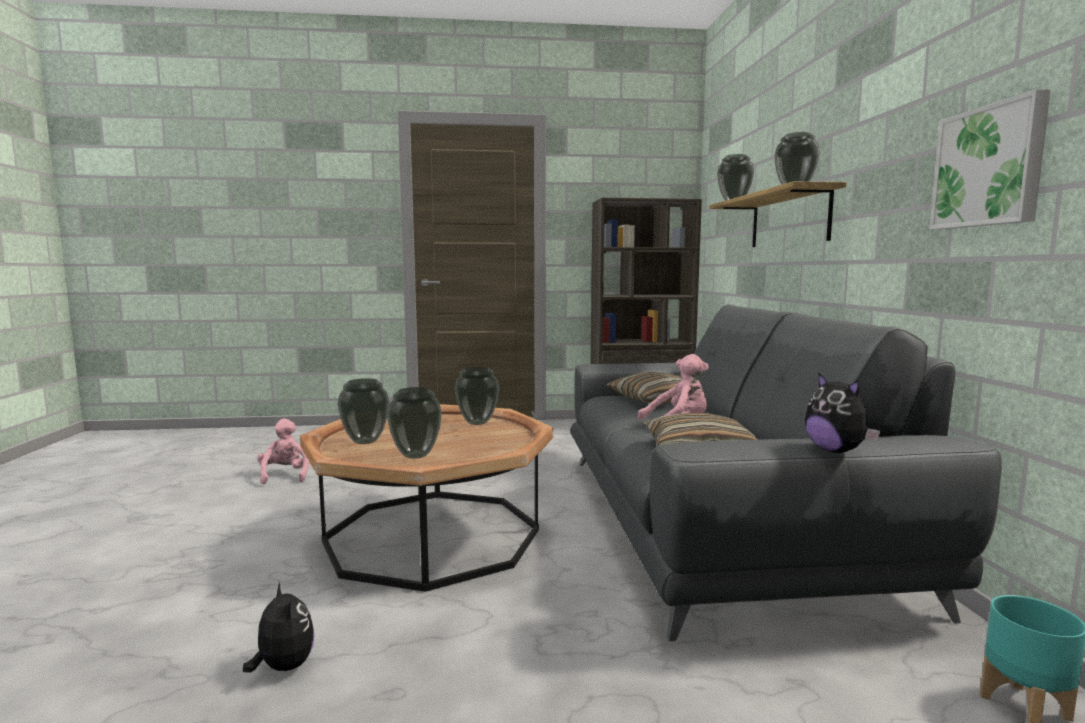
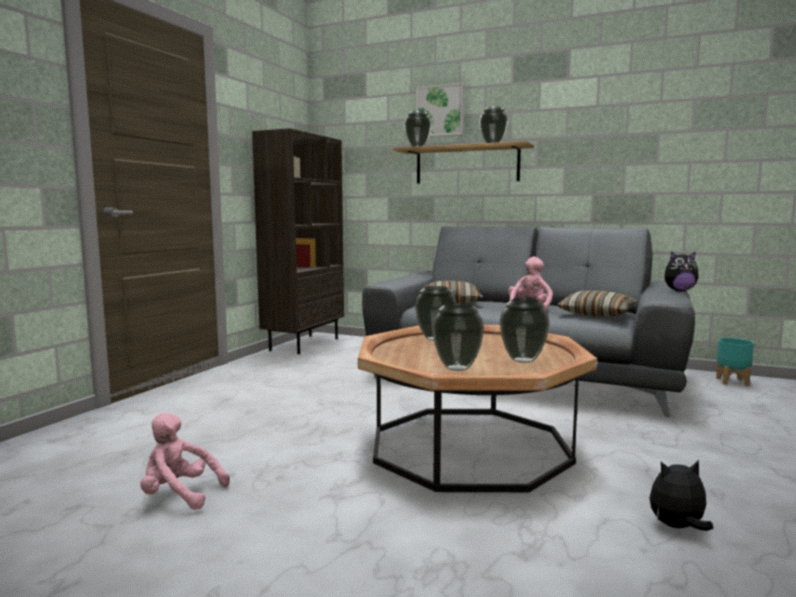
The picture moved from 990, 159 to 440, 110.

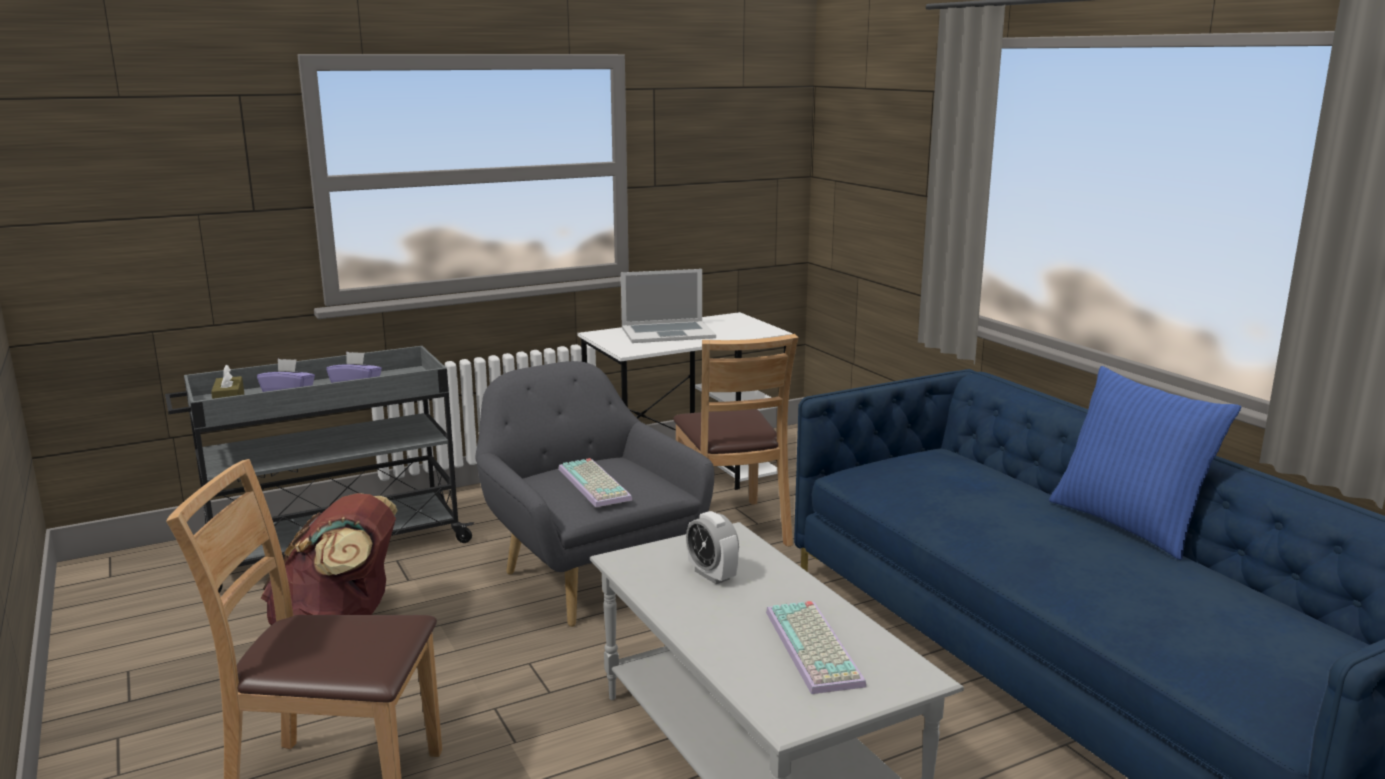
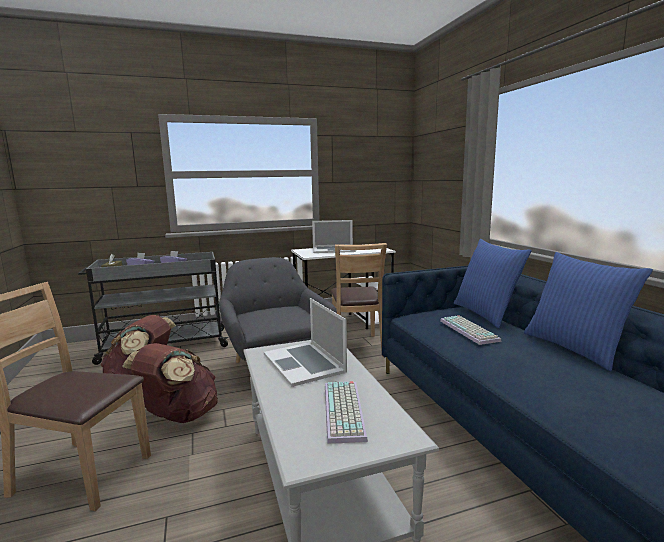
The keyboard moved from 595, 482 to 471, 330. The alarm clock at 712, 547 was replaced by the laptop at 305, 342. The brown backpack at 170, 383 appeared. The blue pillow at 493, 283 appeared.

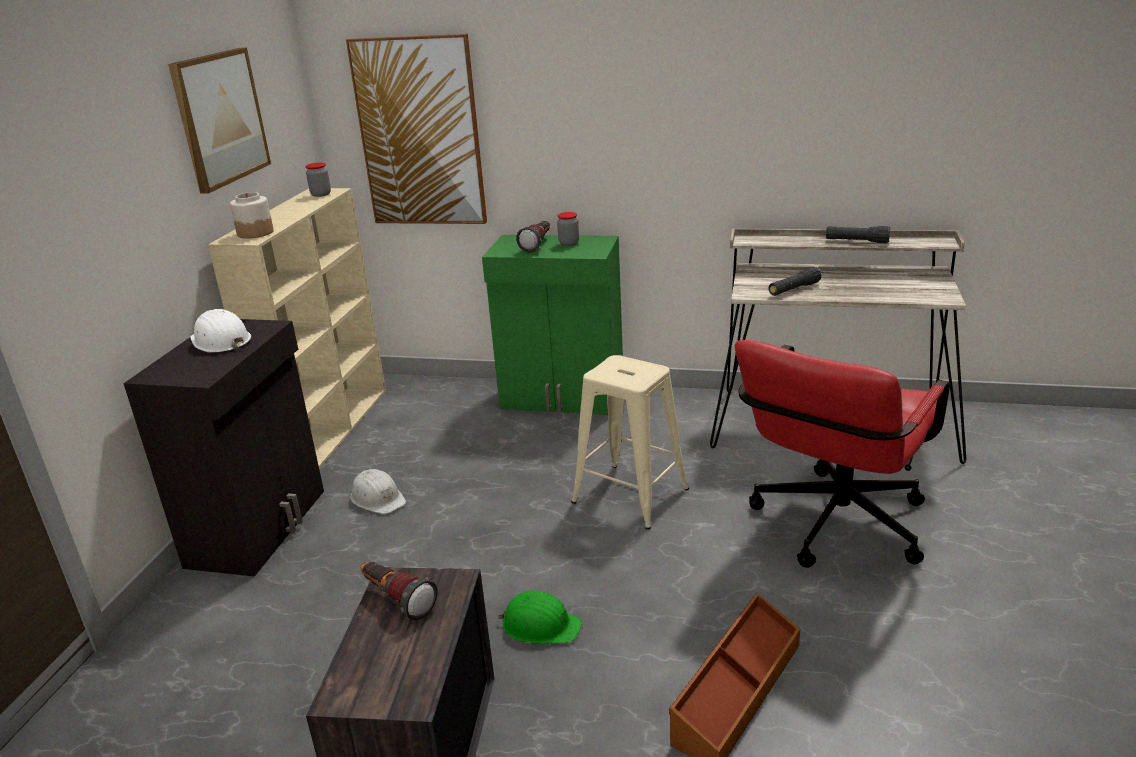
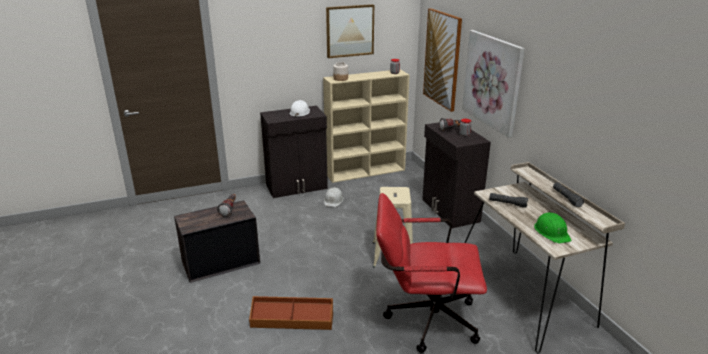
The green cabinet at 552, 325 became the black cabinet at 456, 174. The green hard hat moved from 540, 617 to 553, 227. The picture at 493, 84 appeared.

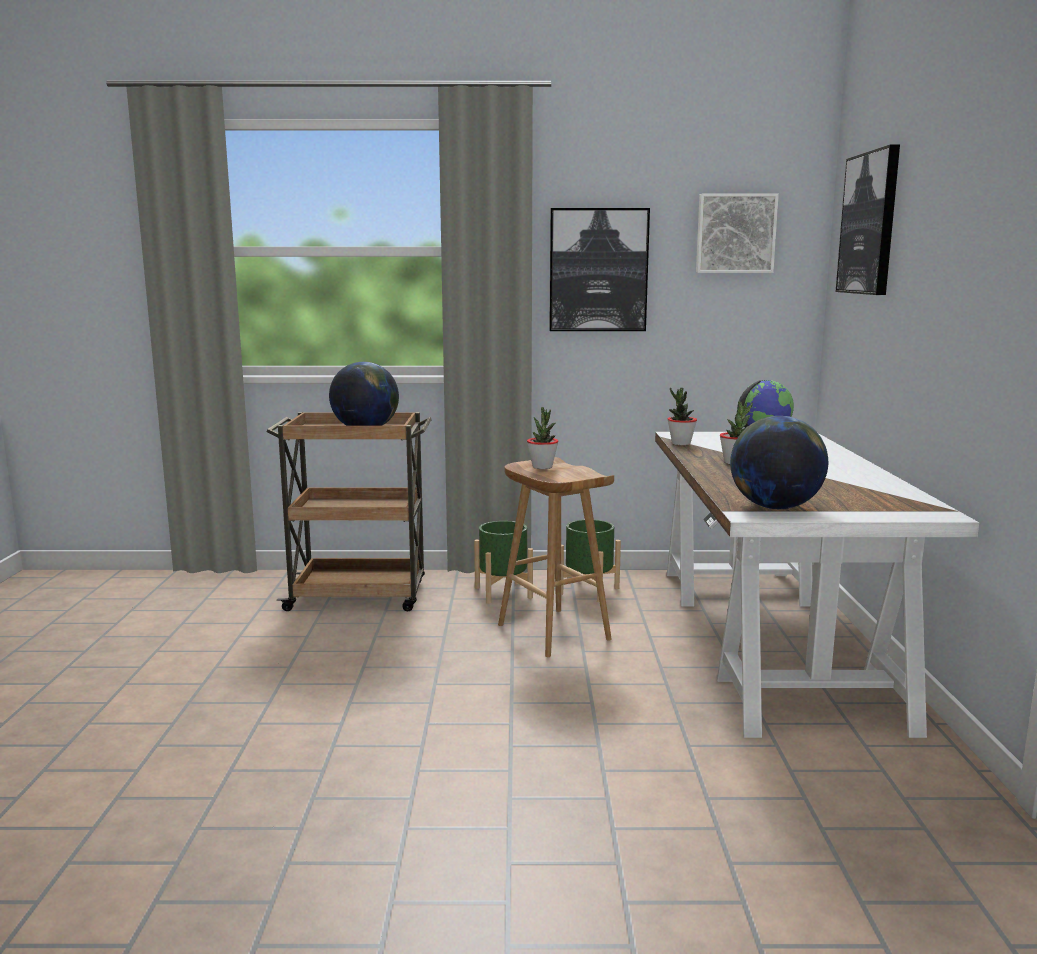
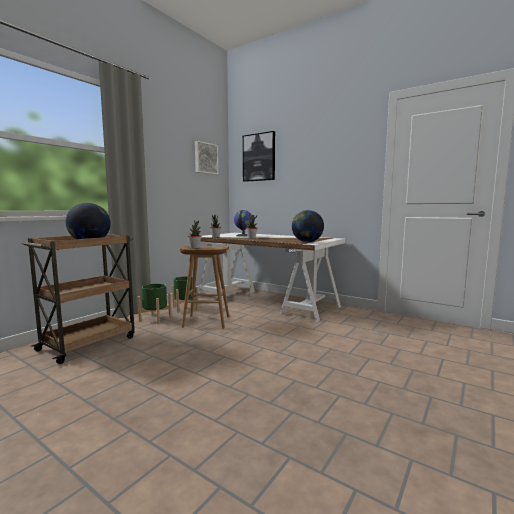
The picture at 599, 269 disappeared.

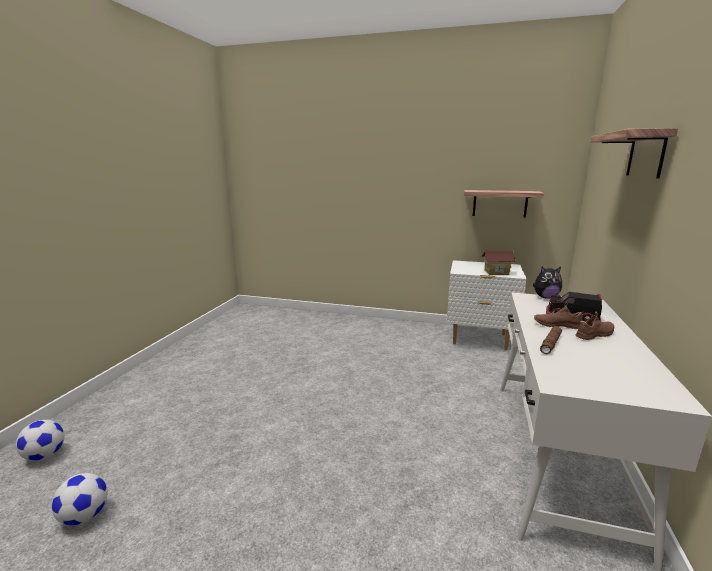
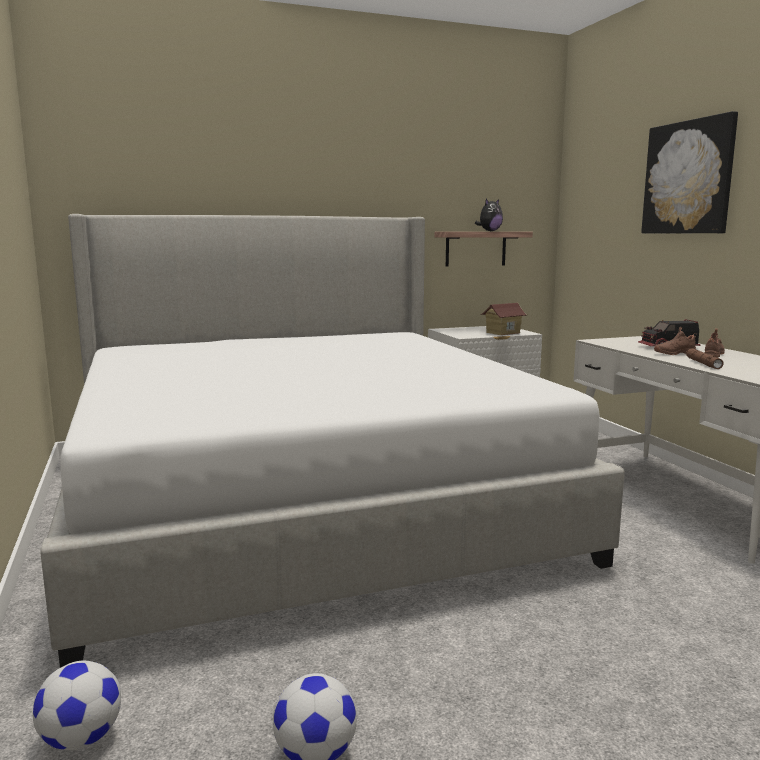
The plush toy moved from 547, 283 to 489, 215. The shelf at 634, 153 was replaced by the picture at 689, 172. The bed at 332, 441 appeared.

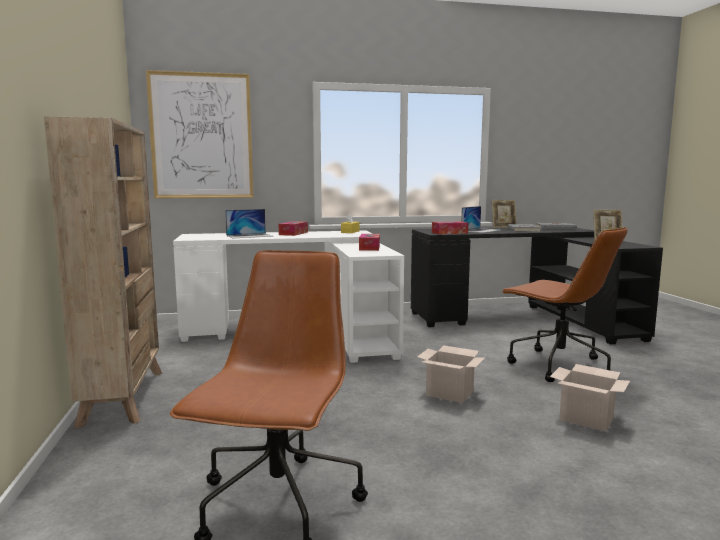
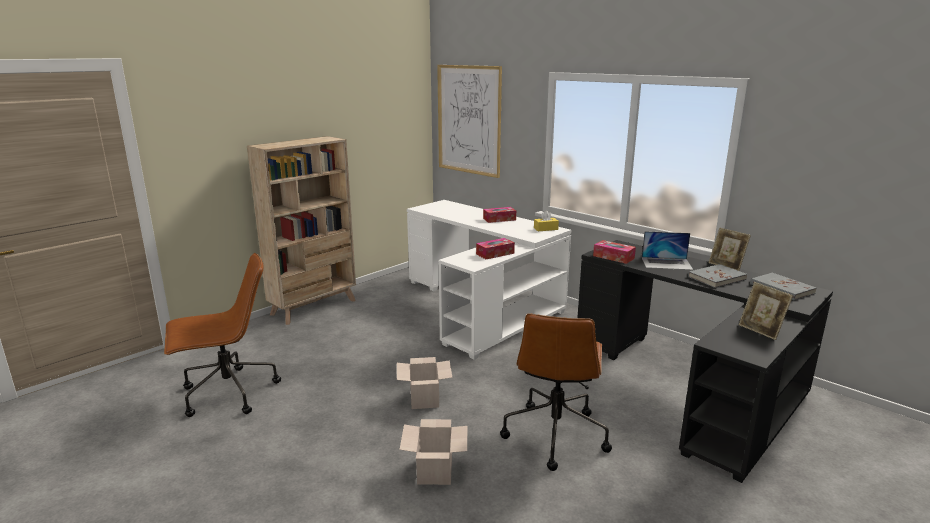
The laptop at 249, 223 disappeared.

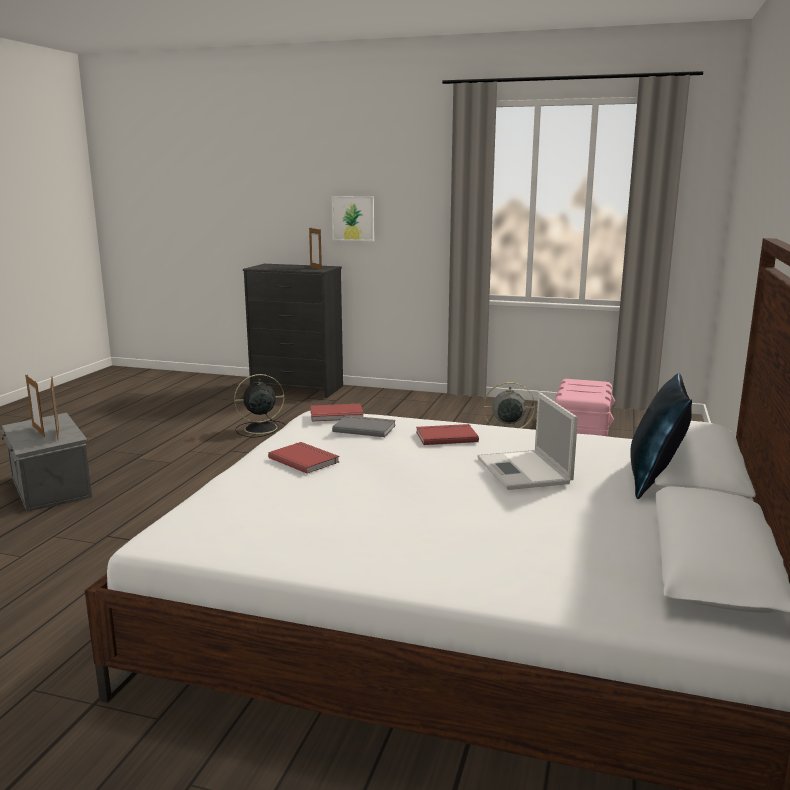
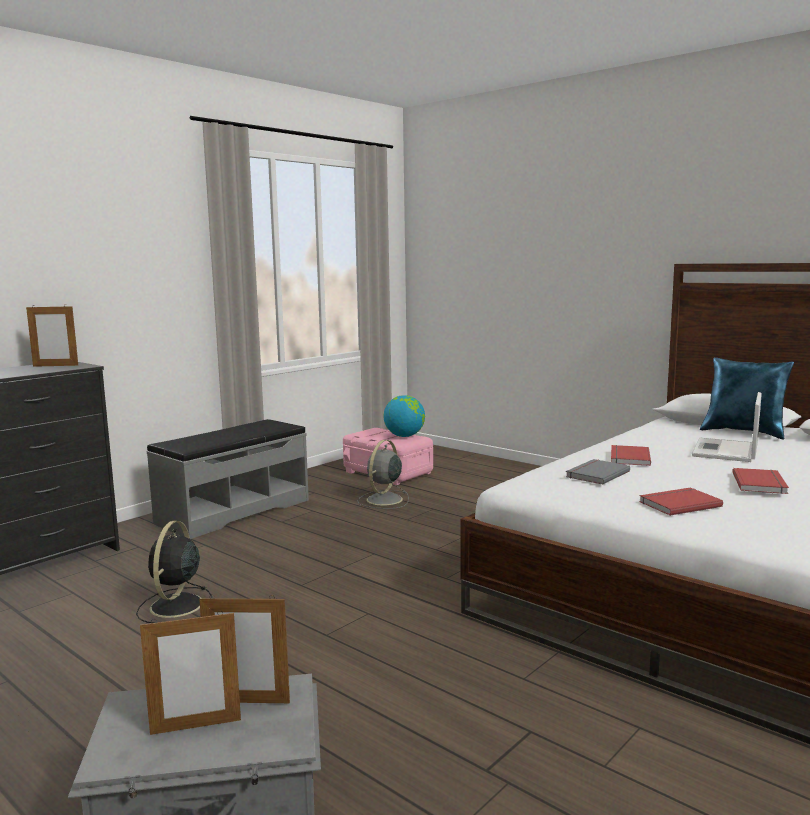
The red book moved from 337, 412 to 760, 481. The picture at 353, 218 disappeared. The laptop at 527, 441 turned 105 degrees clockwise. The grey bench at 228, 479 appeared. The globe at 404, 416 appeared.

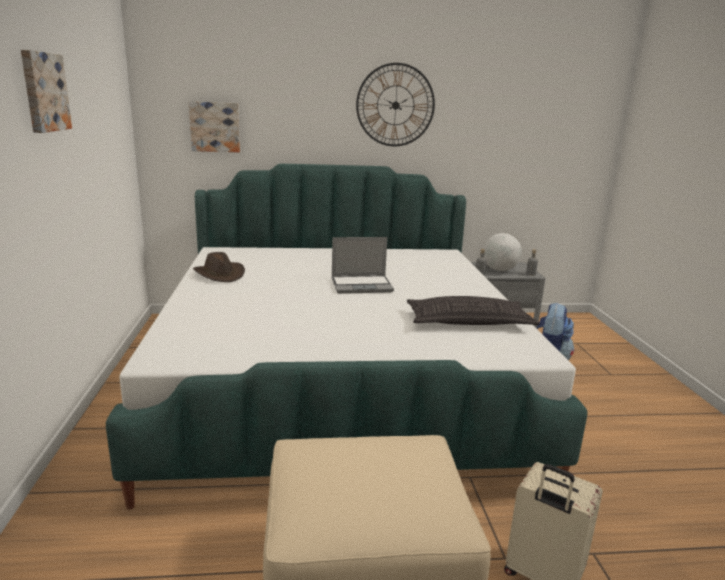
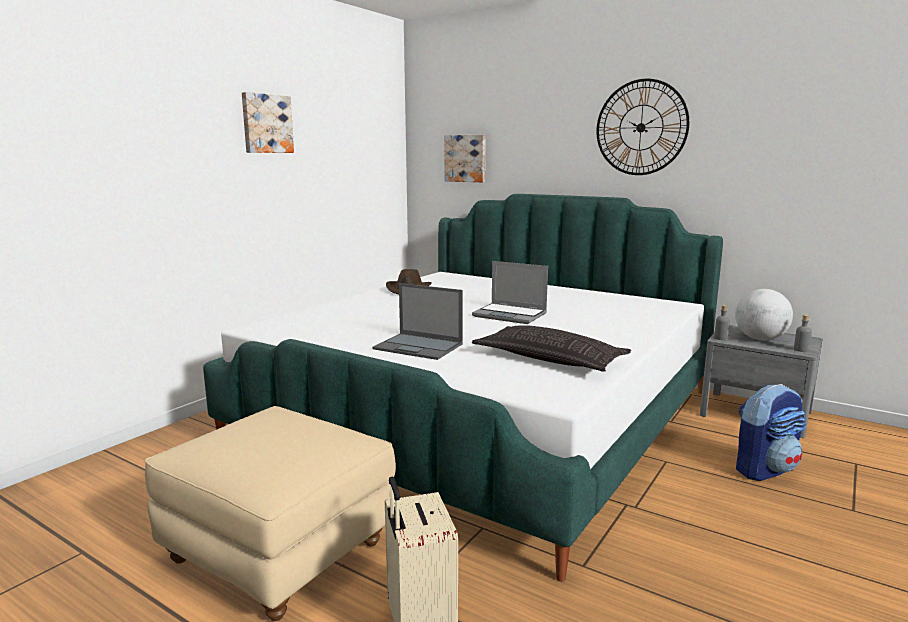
The laptop at 417, 321 appeared.

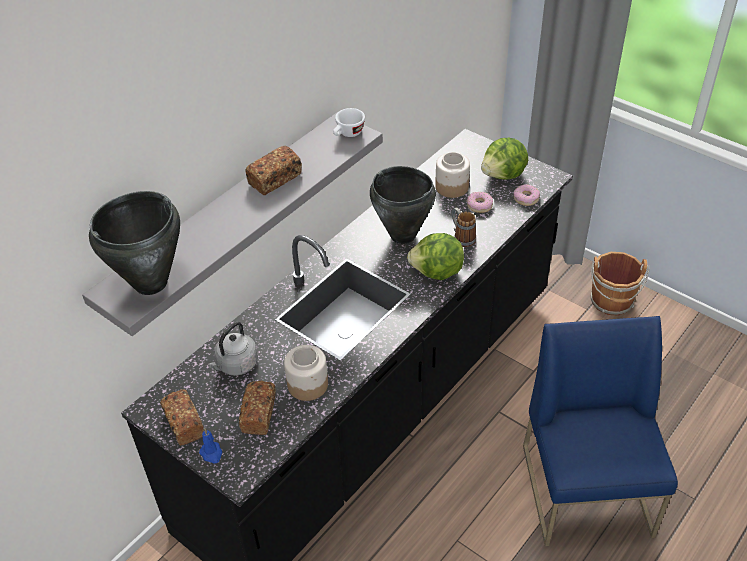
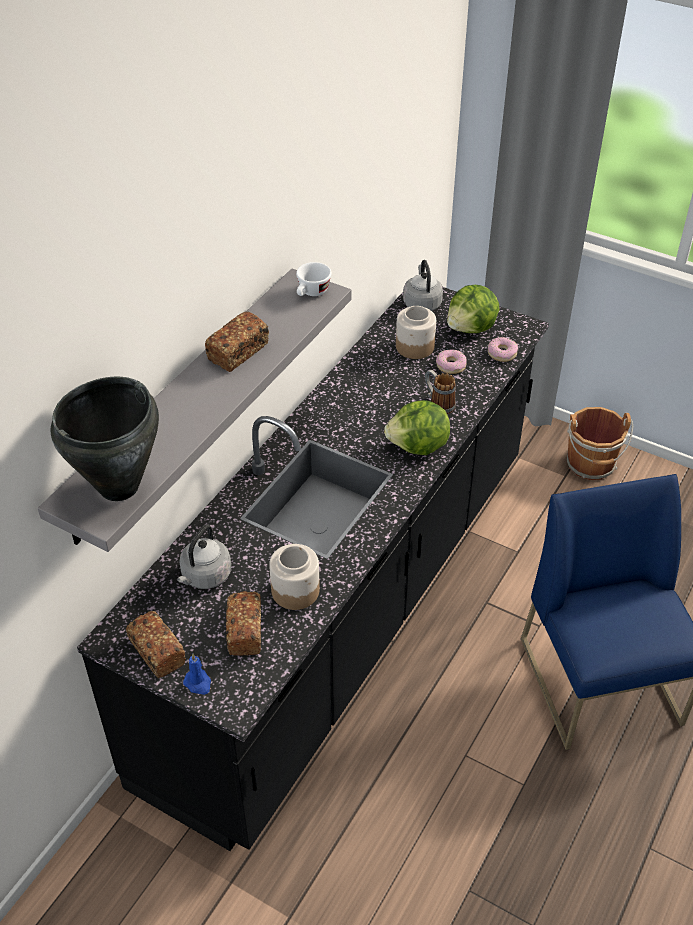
The black cooking pot at 403, 205 disappeared. The grey kettle at 423, 285 appeared.

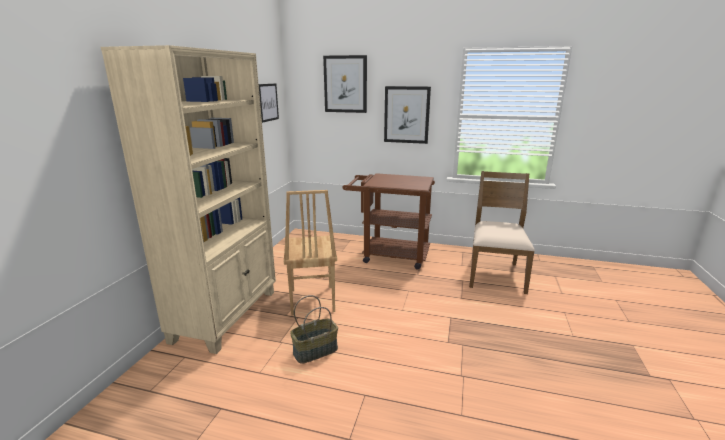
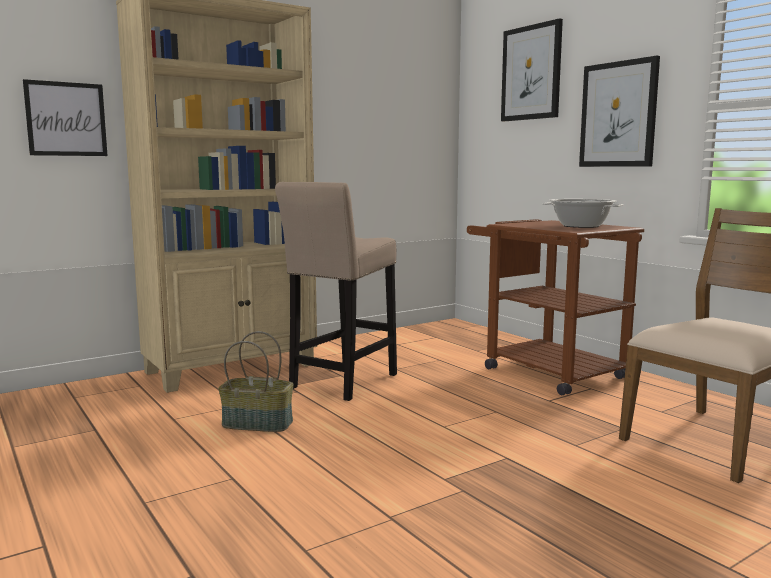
The picture moved from 269, 103 to 65, 117. The brown chair at 310, 253 was replaced by the beige stool at 336, 291. The cooking pot at 583, 213 appeared.

